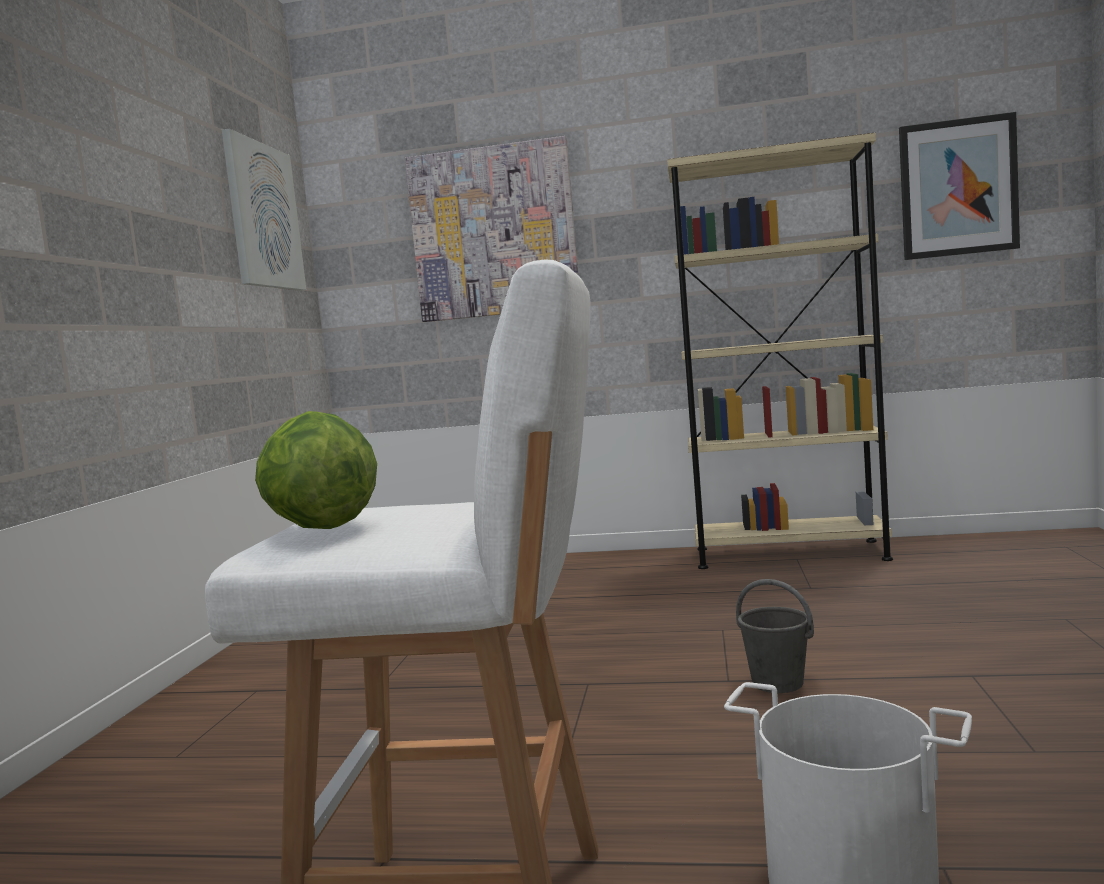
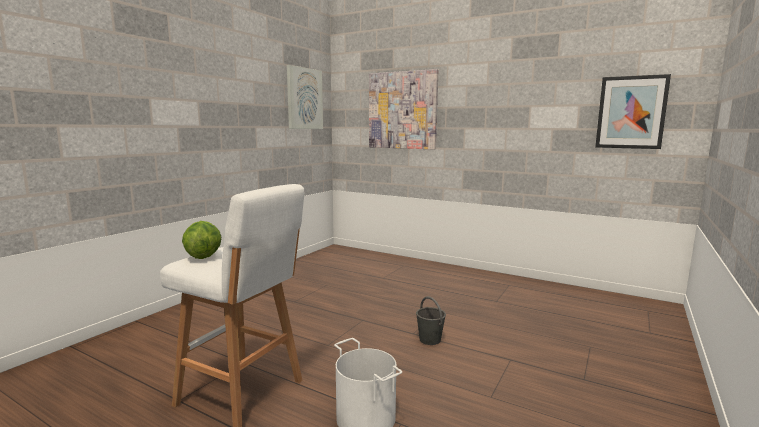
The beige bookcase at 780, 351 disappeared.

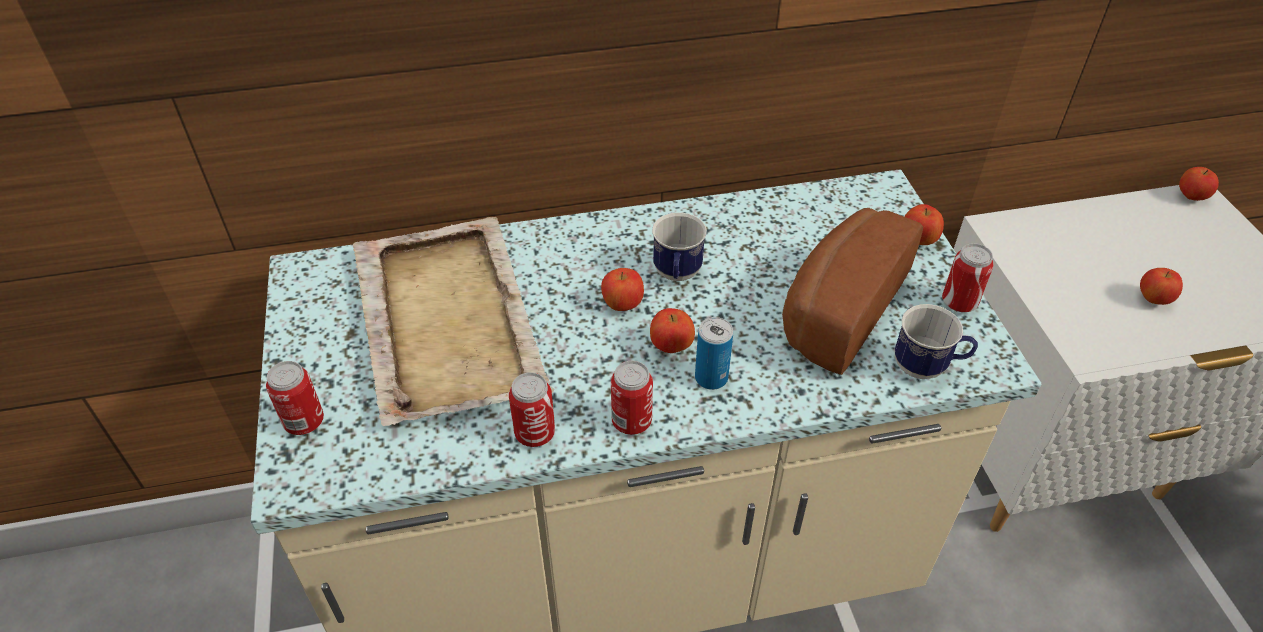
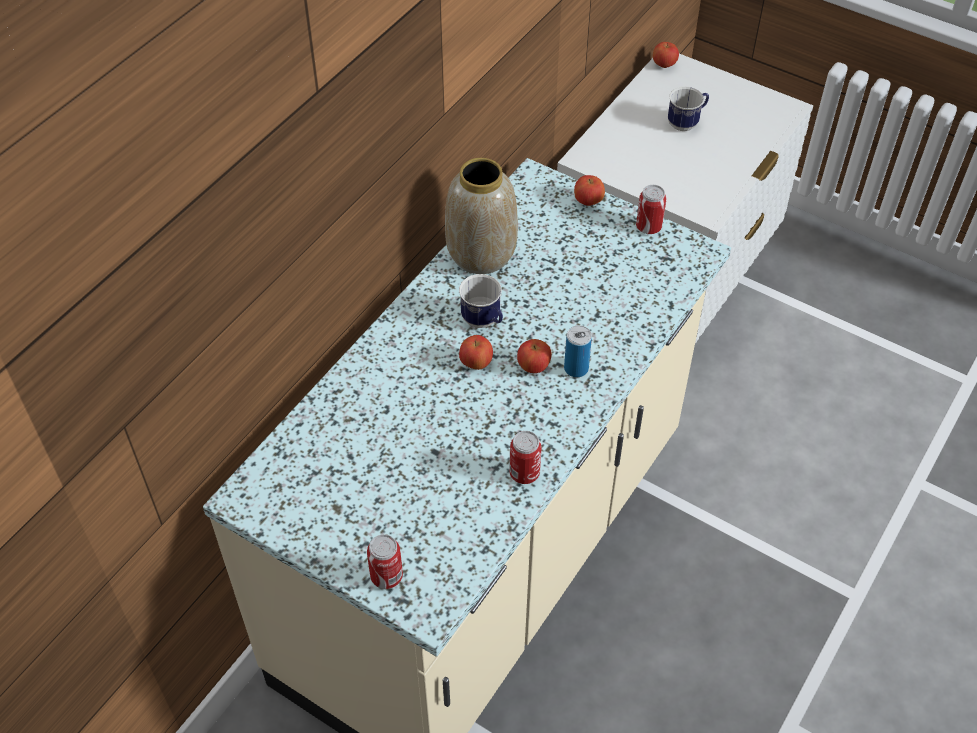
The beige tray at 454, 321 disappeared. The can at 632, 398 disappeared. The bread at 852, 291 disappeared. The mug moved from 936, 341 to 688, 109. The apple at 1161, 286 disappeared. The vase at 481, 216 appeared.

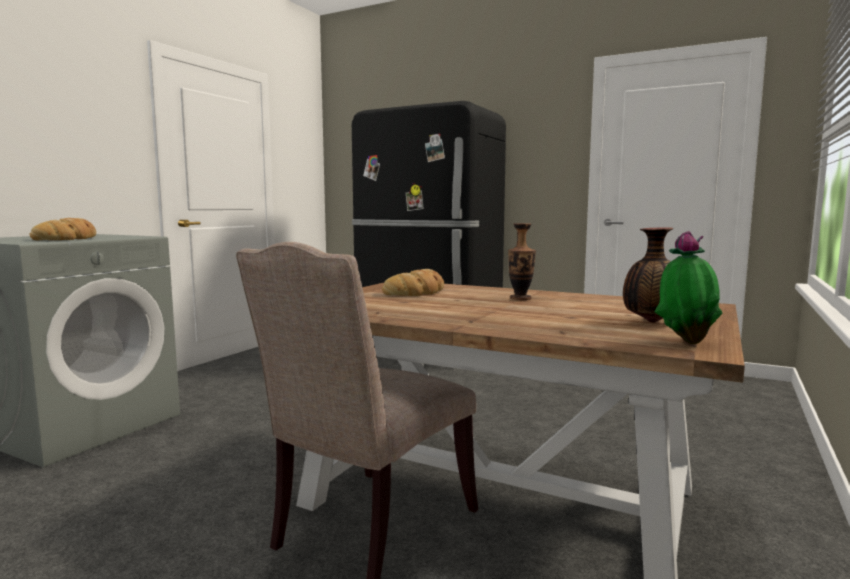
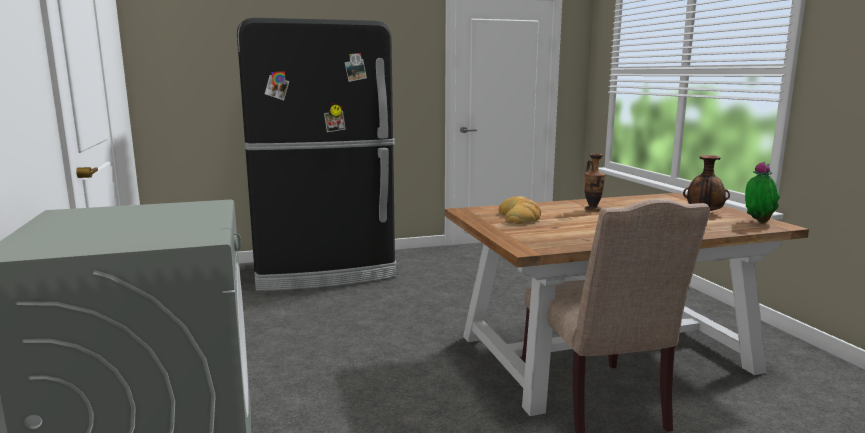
The bread at 63, 229 disappeared.

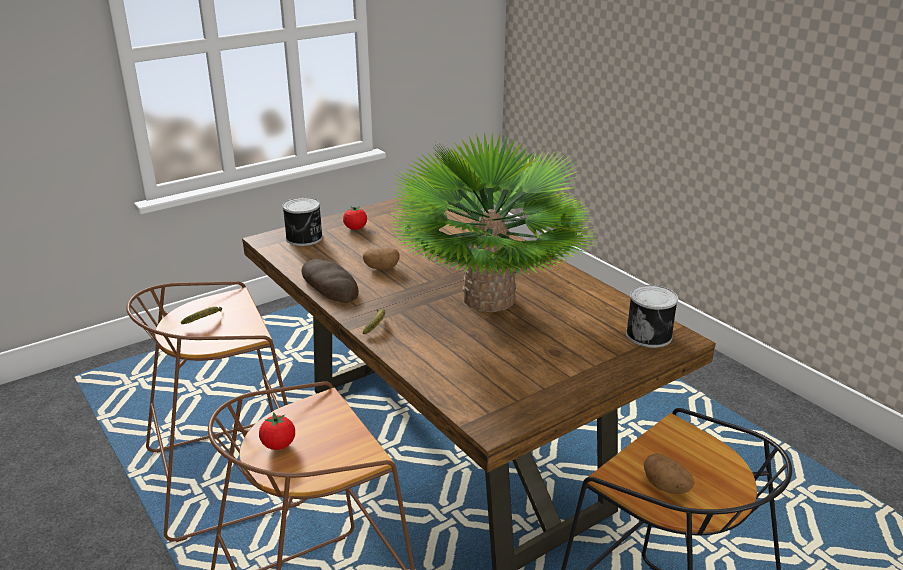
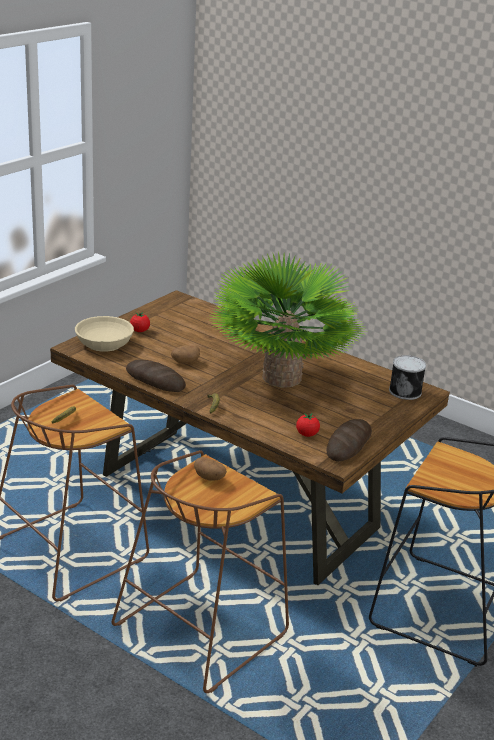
The tomato moved from 277, 431 to 308, 425. The can at 302, 221 was replaced by the beige bowl at 104, 334. The potato moved from 669, 474 to 210, 469. The bread at 349, 440 appeared.

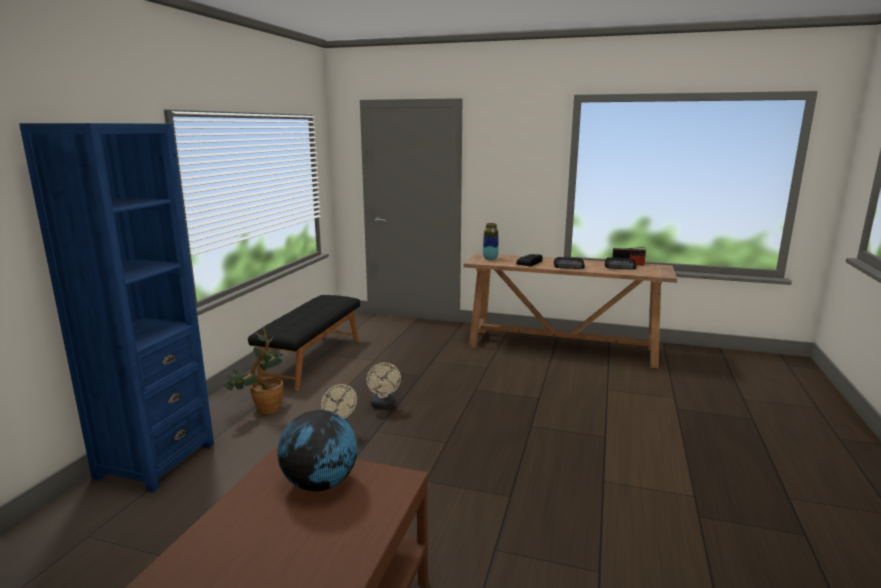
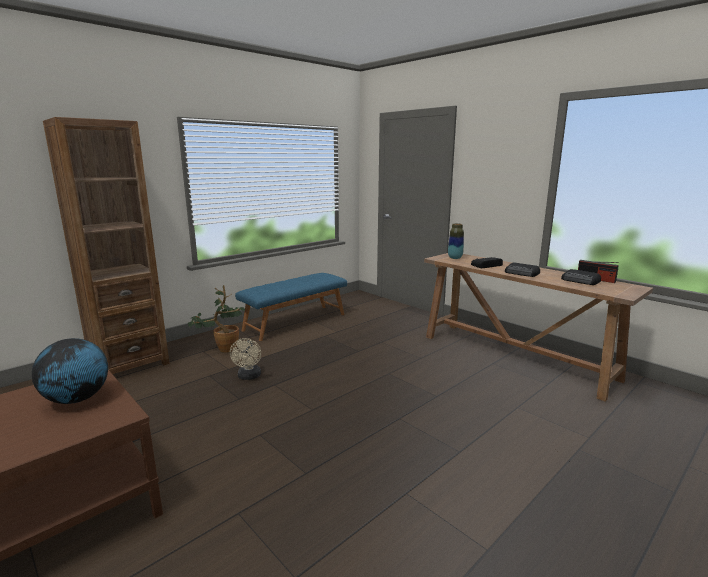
The blue bookcase at 116, 308 became the brown bookcase at 106, 245. The black bench at 304, 343 became the blue bench at 291, 307. The beige fan at 383, 386 disappeared.

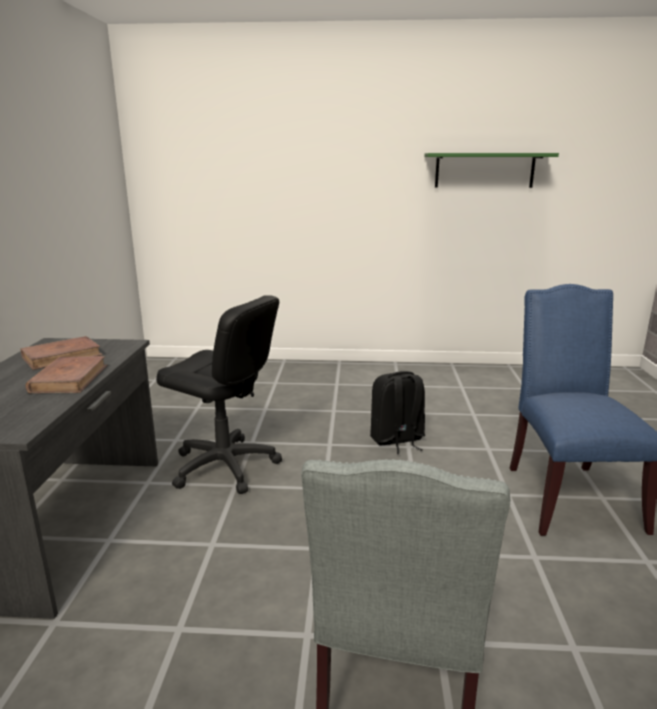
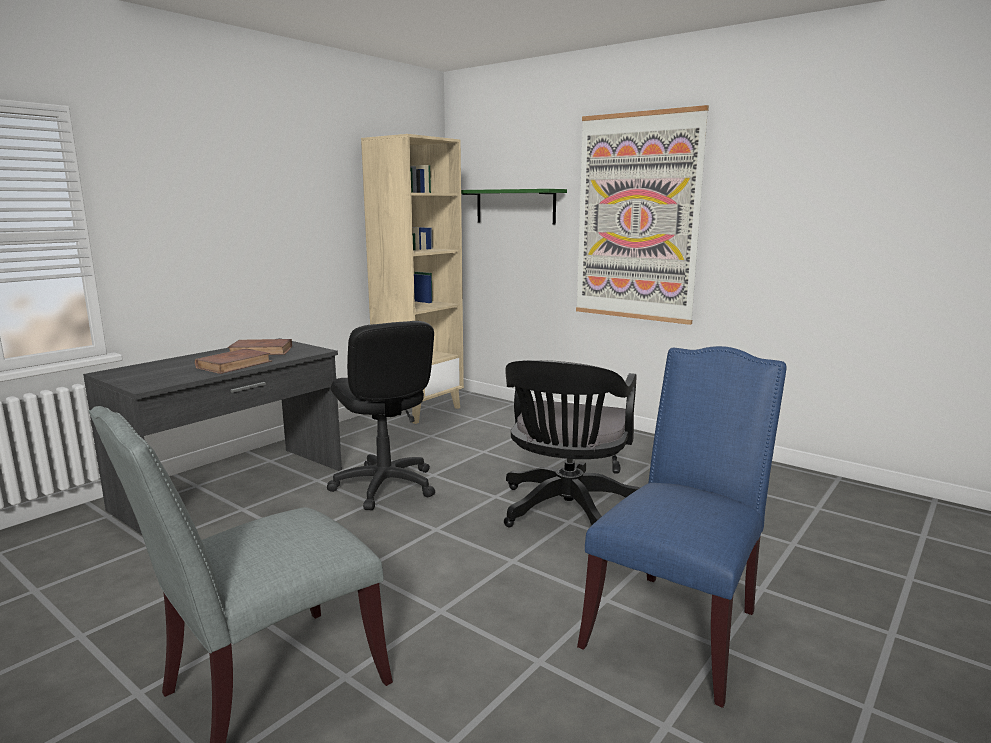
The black backpack at 397, 412 was replaced by the black office chair at 572, 443. The green shelf moved from 491, 170 to 514, 206. The beige bookcase at 412, 279 appeared. The picture at 642, 215 appeared.

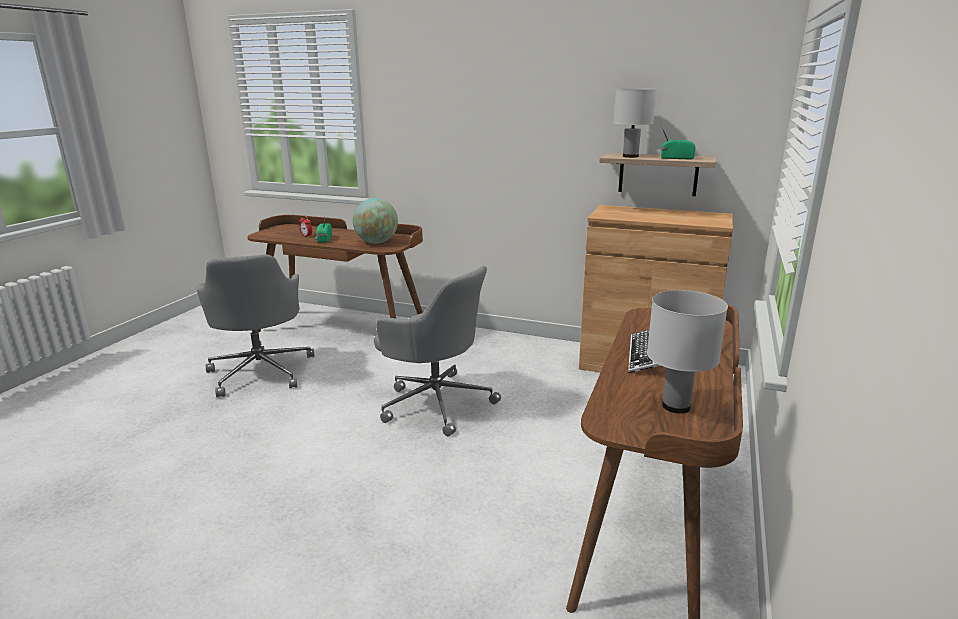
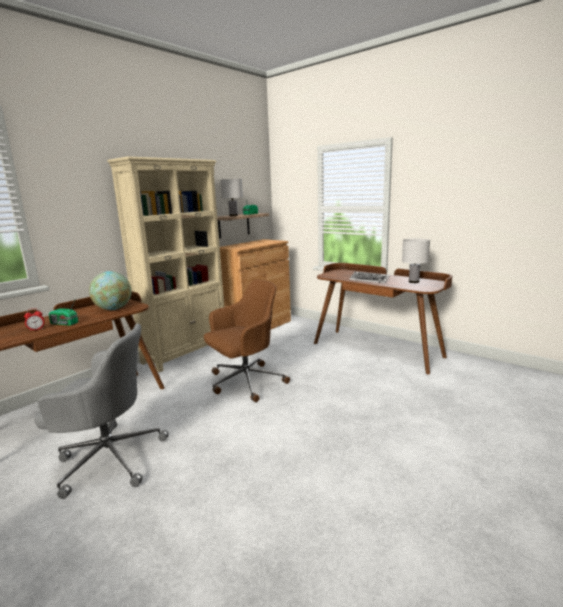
The grey office chair at 437, 351 became the brown office chair at 247, 341. The beige bookcase at 165, 264 appeared.

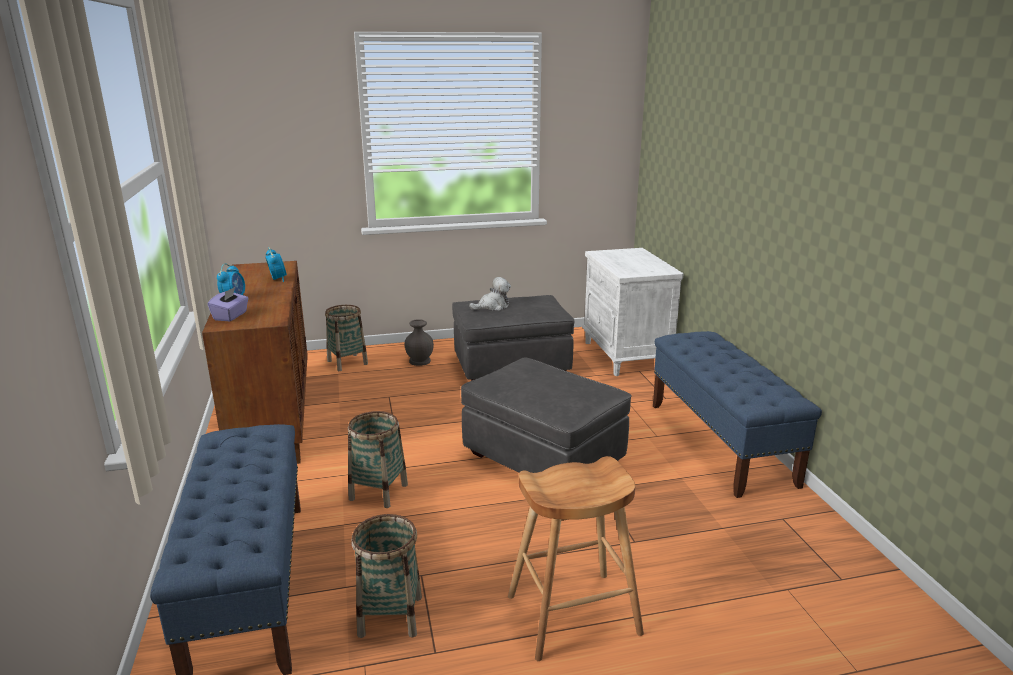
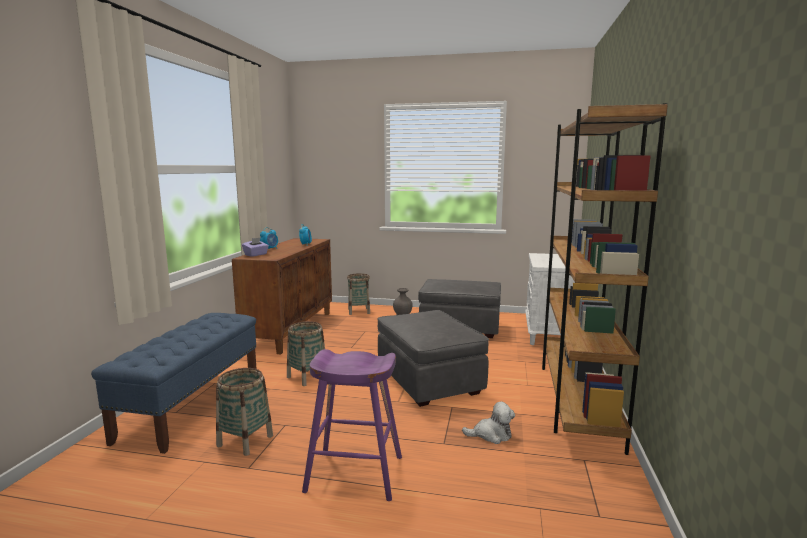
The plush toy moved from 490, 294 to 488, 422. The brown stool at 576, 558 became the purple stool at 352, 425. The blue bench at 737, 414 was replaced by the brown bookcase at 605, 279.

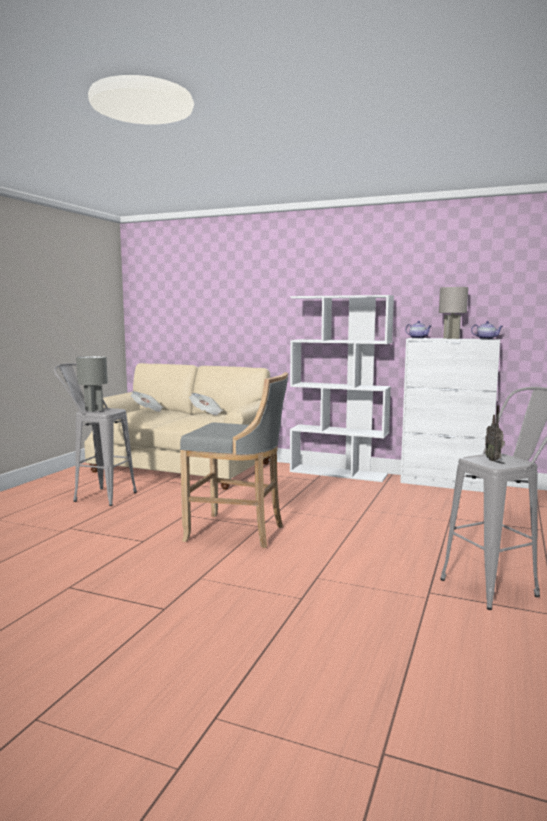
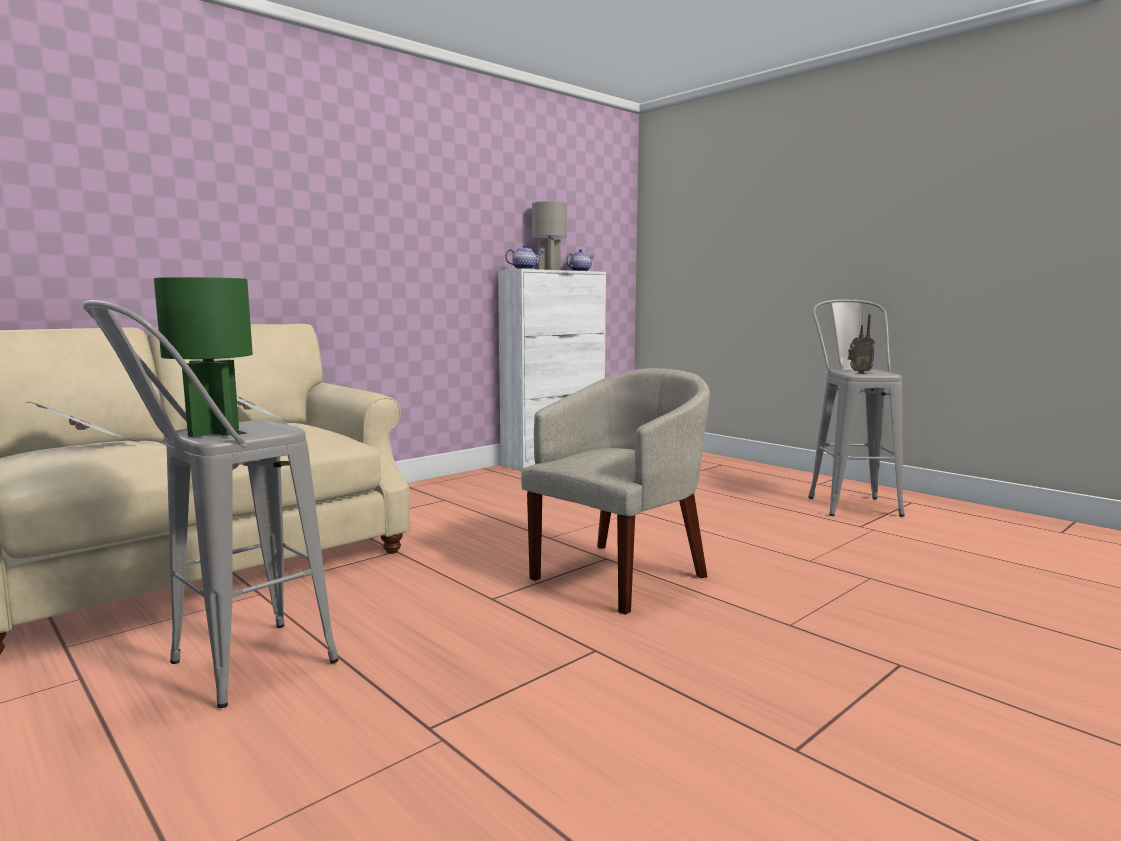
The grey table lamp at 92, 384 became the green table lamp at 203, 357. The grey stool at 234, 460 was replaced by the beige armchair at 615, 491. The white bookcase at 342, 388 disappeared.

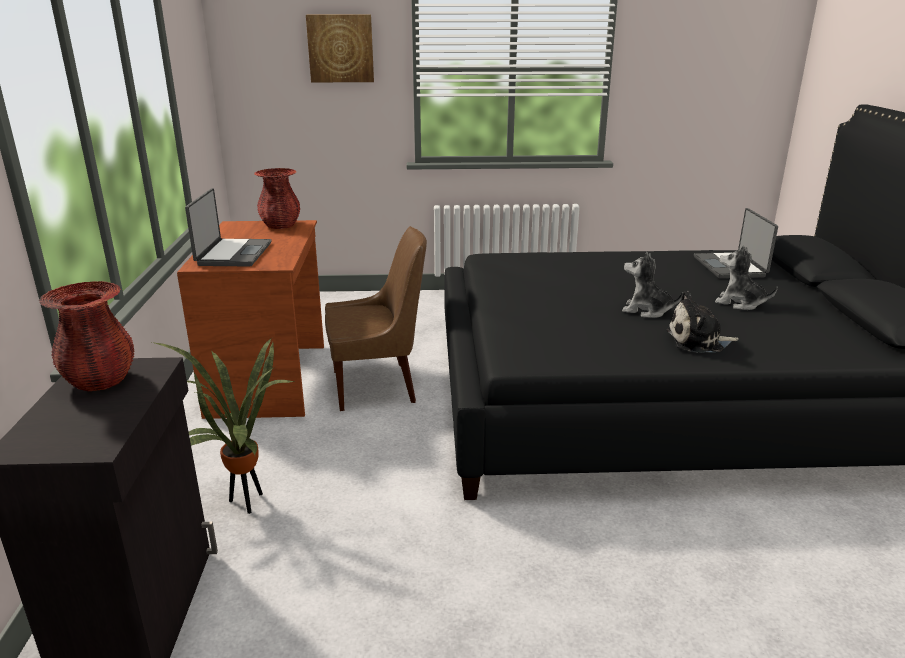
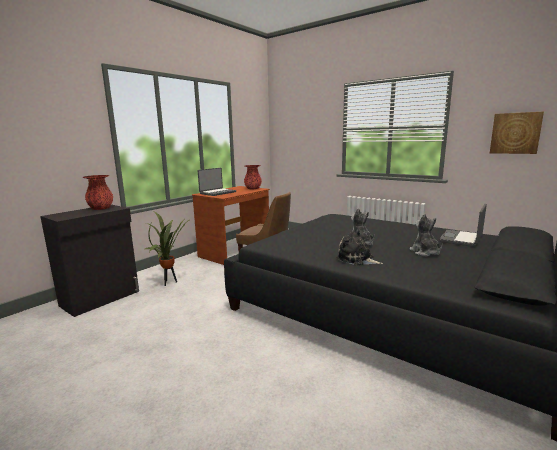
The picture moved from 340, 48 to 517, 133.

